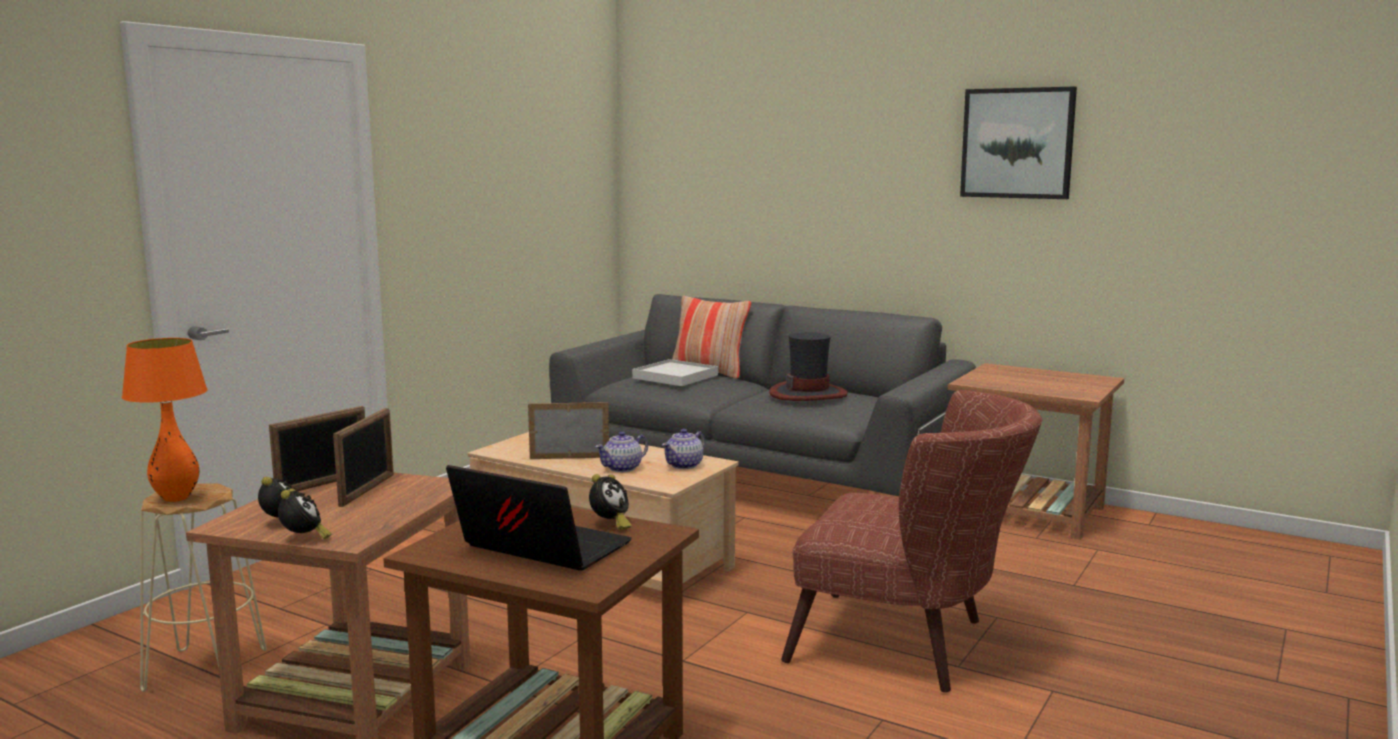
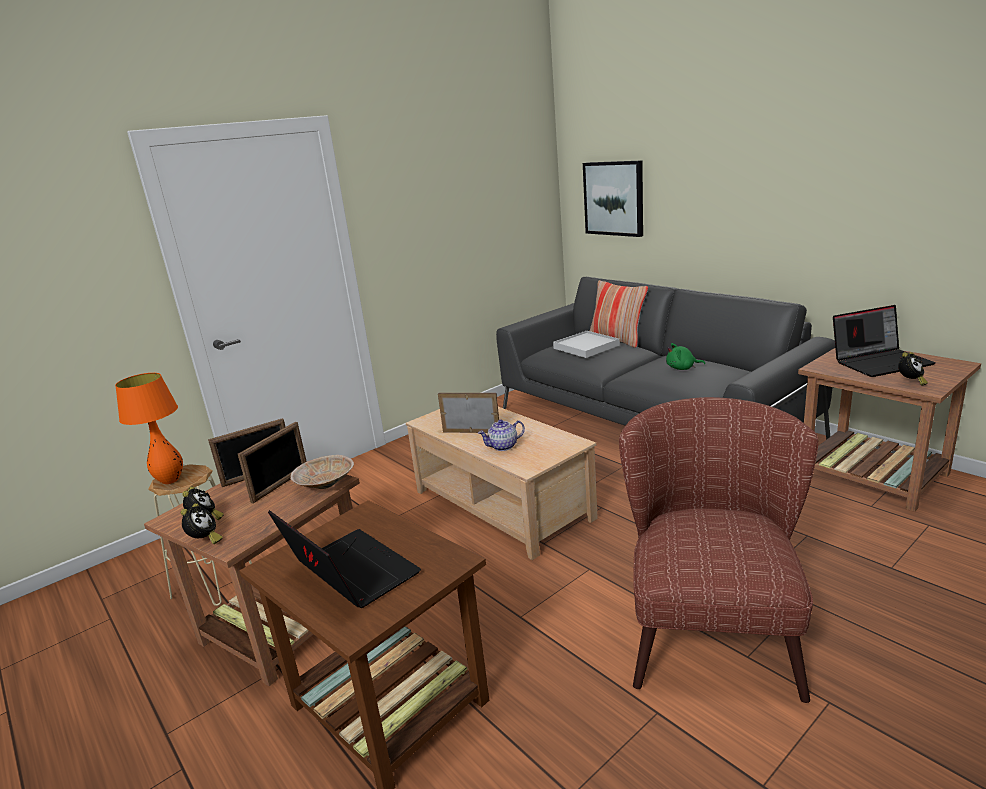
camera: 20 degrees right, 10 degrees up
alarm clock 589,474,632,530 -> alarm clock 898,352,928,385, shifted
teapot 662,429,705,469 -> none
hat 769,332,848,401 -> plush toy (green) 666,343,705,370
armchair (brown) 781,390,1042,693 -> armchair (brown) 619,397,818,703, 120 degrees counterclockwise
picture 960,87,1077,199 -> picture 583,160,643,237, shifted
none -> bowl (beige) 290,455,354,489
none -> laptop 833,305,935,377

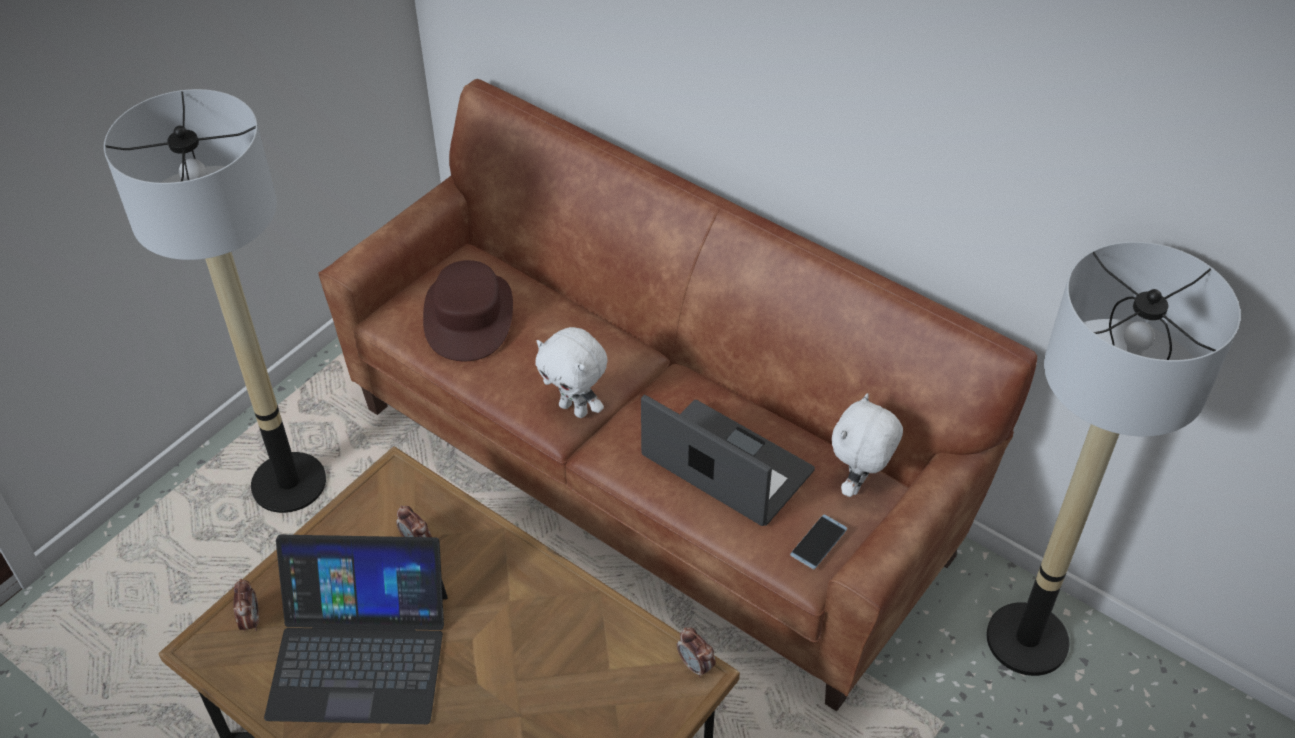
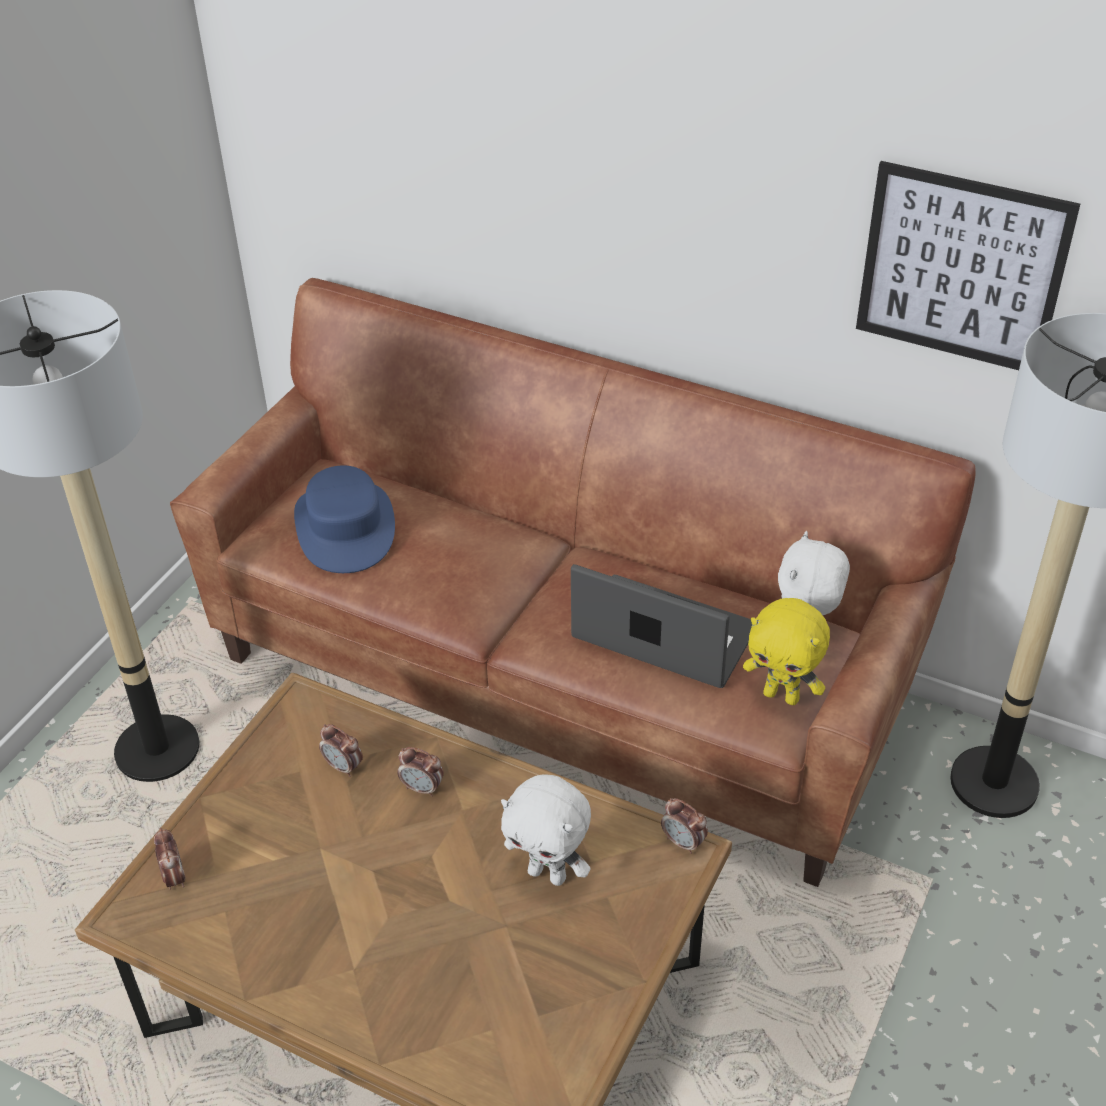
camera: 10 degrees left, 5 degrees down
laptop 264,535,448,724 -> none
hat (brown) 423,260,513,361 -> hat (blue) 294,465,395,573
plush toy (white) 535,327,608,418 -> plush toy (white) 501,774,591,886, shifted
phone 790,515,847,570 -> plush toy (yellow) 743,598,830,705
none -> alarm clock 397,747,444,797
none -> picture 856,161,1080,370

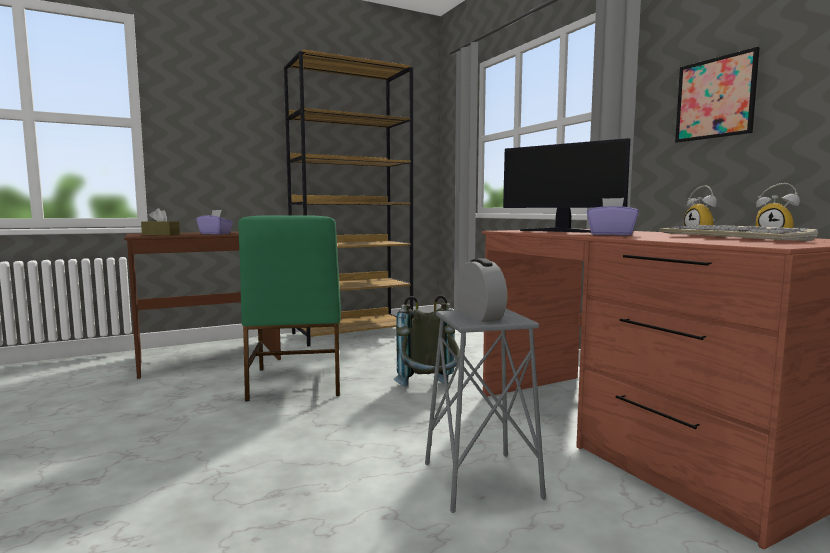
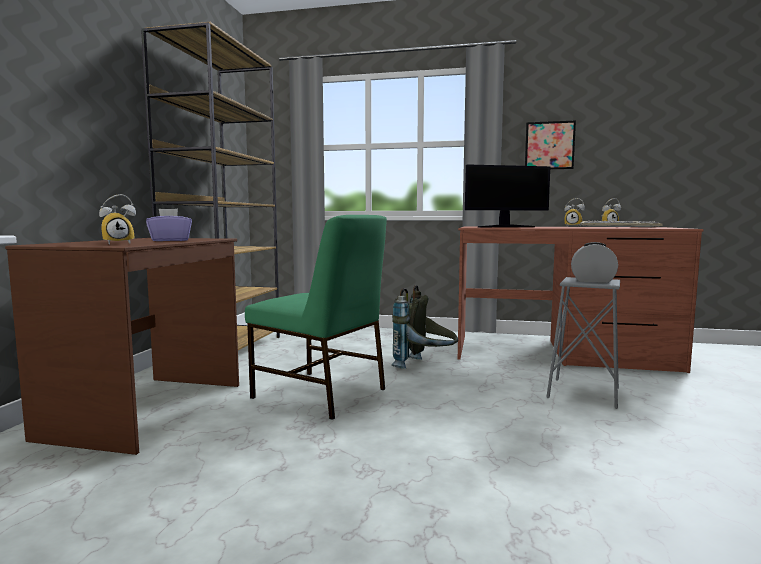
camera: 50 degrees left, 0 degrees up
tissue box (brown) 141,208,180,236 -> alarm clock 99,194,136,245
tissue box (purple) 587,198,639,235 -> none

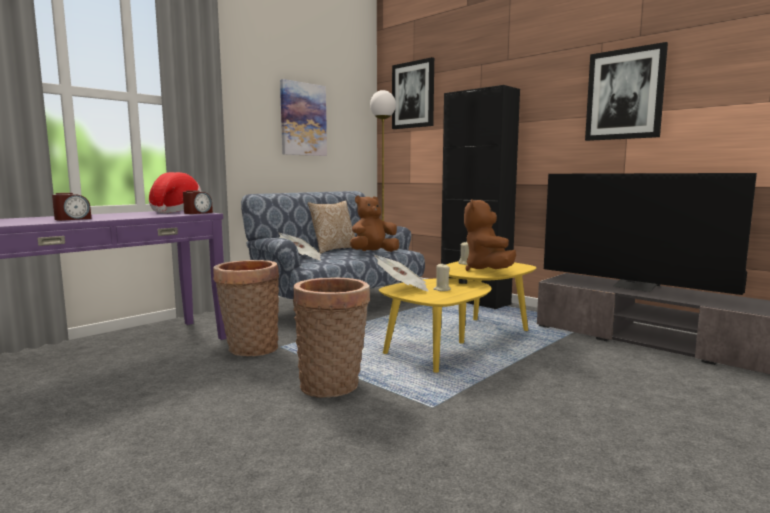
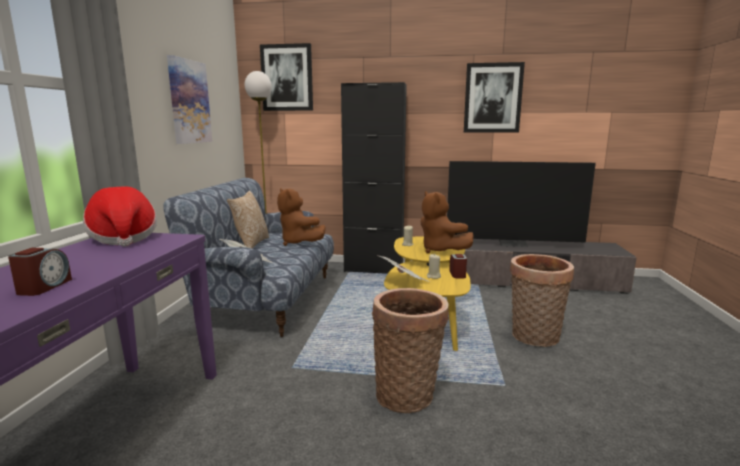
camera: 35 degrees left, 5 degrees up
alarm clock 183,190,213,214 -> alarm clock 449,254,467,278, shifted
basket 213,260,279,356 -> basket 510,254,574,347, shifted
plush toy (brown) 350,196,399,252 -> plush toy (brown) 277,188,326,246, 60 degrees counterclockwise

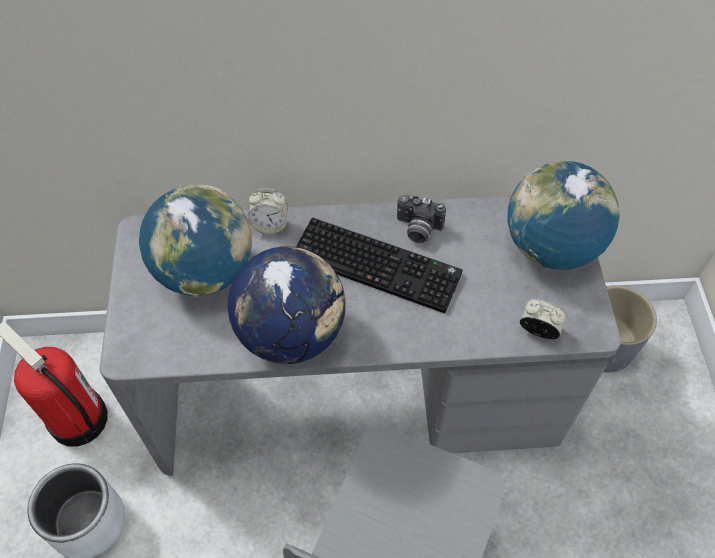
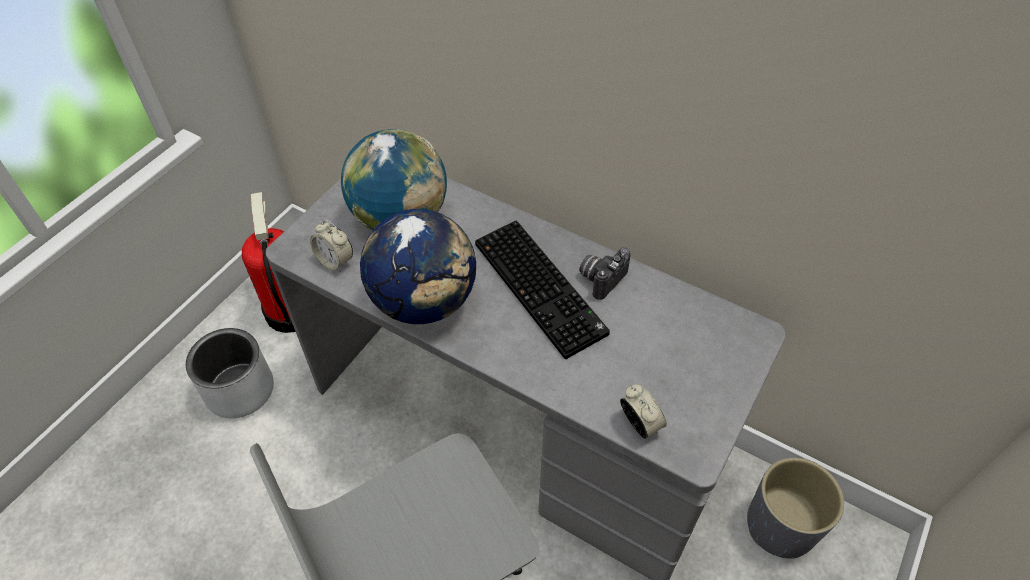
camera: 35 degrees right, 5 degrees down
alarm clock 247,188,288,234 -> alarm clock 310,220,353,272, shifted
photo camera 397,195,446,243 -> photo camera 579,247,631,300, 75 degrees clockwise
globe 508,160,620,270 -> none

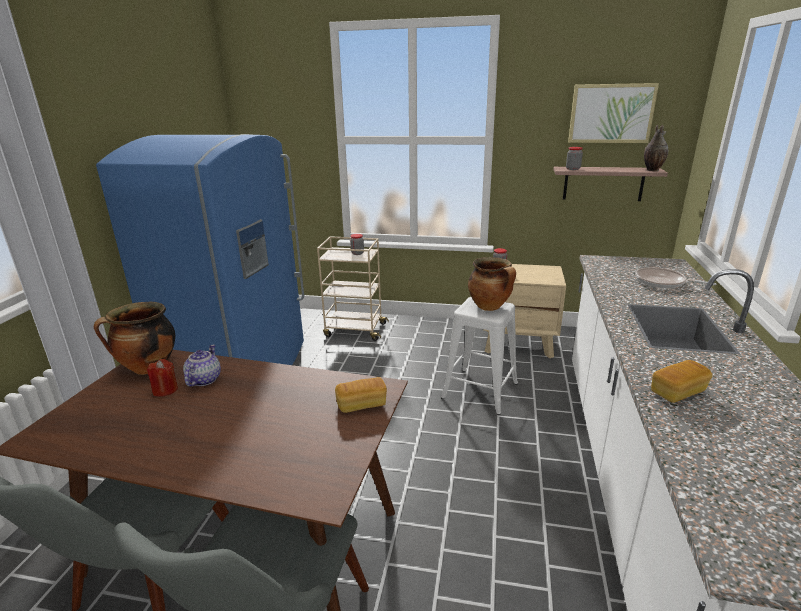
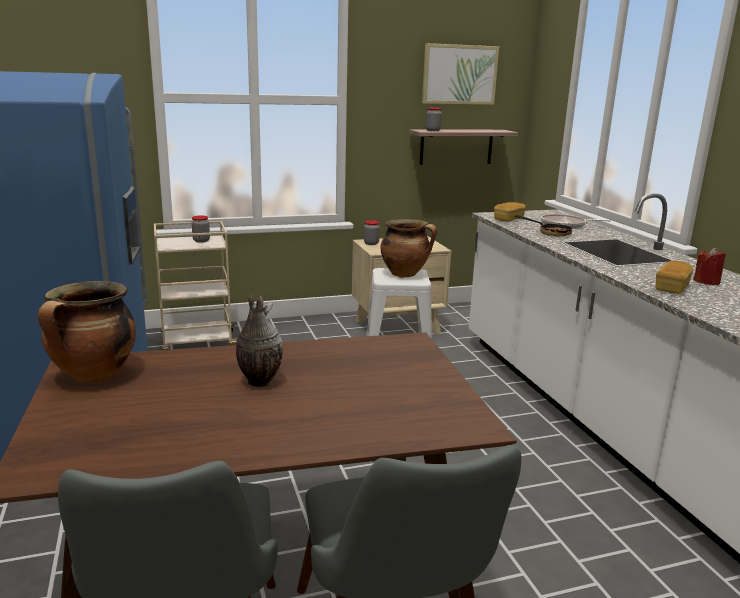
camera: 30 degrees left, 5 degrees down
candle (red) 147,359,178,397 -> candle (red) 693,248,726,285, shifted
teapot 183,345,221,387 -> none
bread 335,377,387,413 -> bread 494,202,526,222, shifted
vase 644,125,668,171 -> vase 236,294,283,387, shifted
none -> frying pan 515,215,573,236

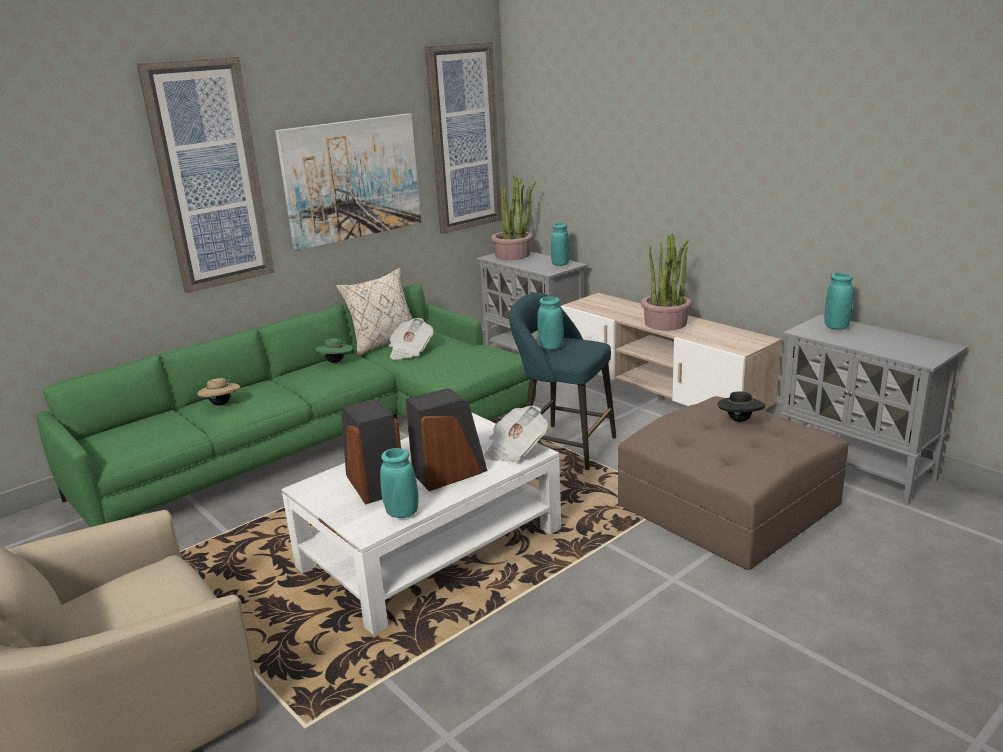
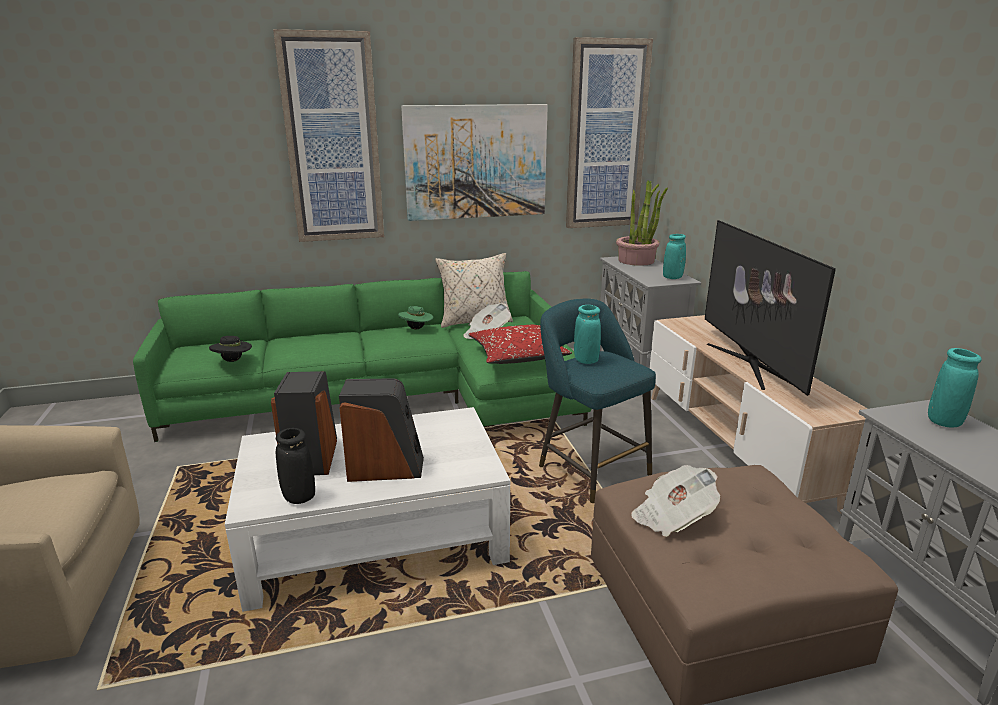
camera: 25 degrees right, 0 degrees up
hat (beige) 197,377,240,406 -> none
vase (turquoise) 380,448,418,518 -> vase (black) 276,428,315,504
newspaper 484,406,548,462 -> newspaper 631,465,720,537, shifted
potted plant 641,233,692,330 -> television 705,220,836,396
hat (black) 717,391,765,422 -> hat (black) 209,336,252,362, shifted
none -> pillow (red) 468,325,572,364

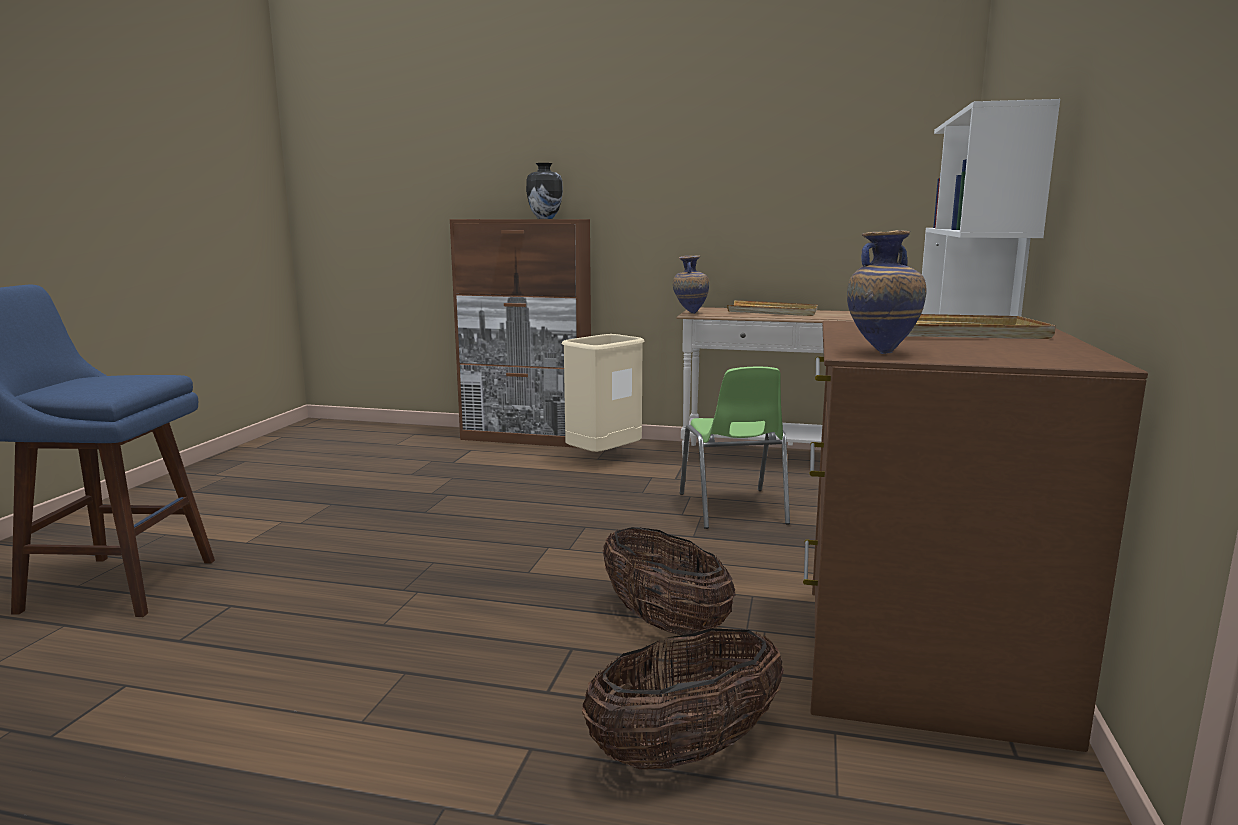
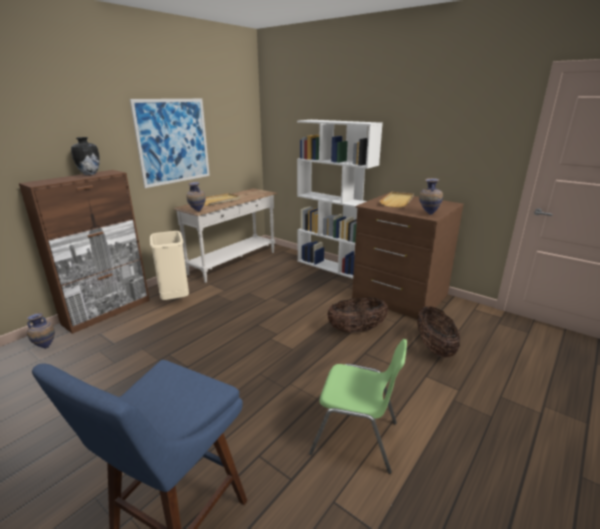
camera: 65 degrees left, 10 degrees up
chair (green) 680,367,790,529 -> chair (green) 309,339,407,474, shifted
none -> vase 27,313,55,349
none -> picture 130,99,210,188

